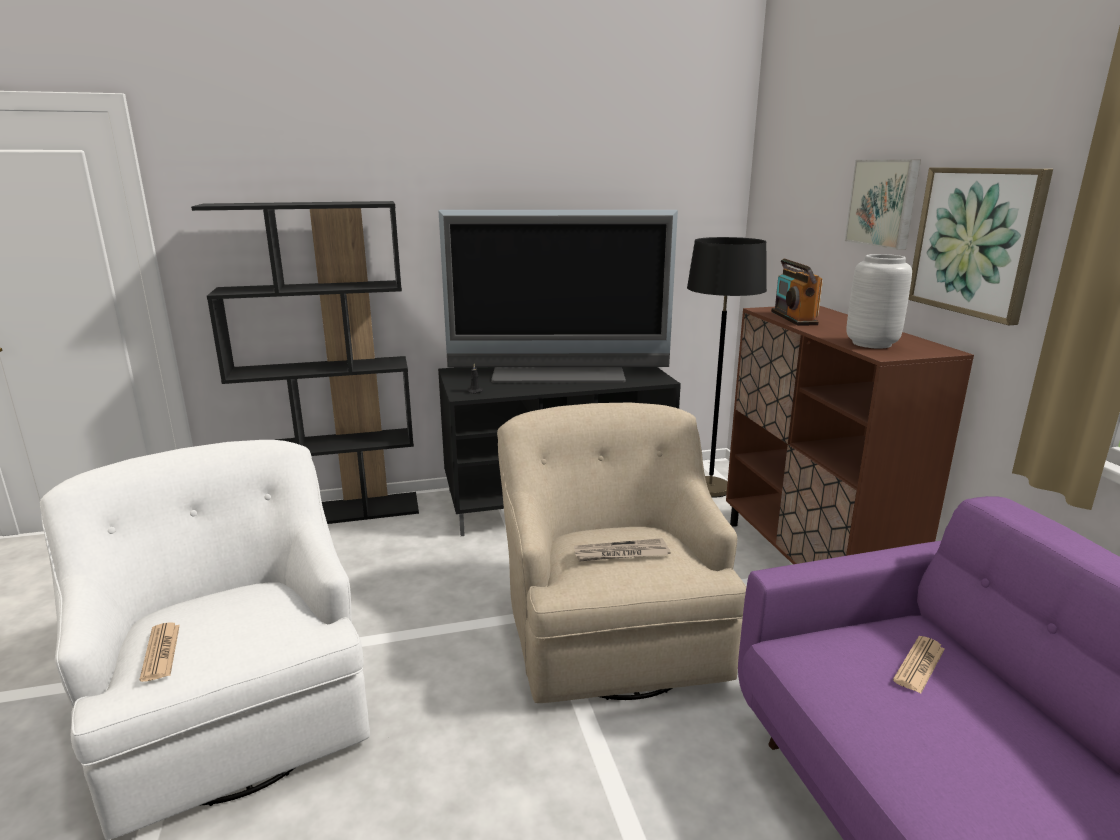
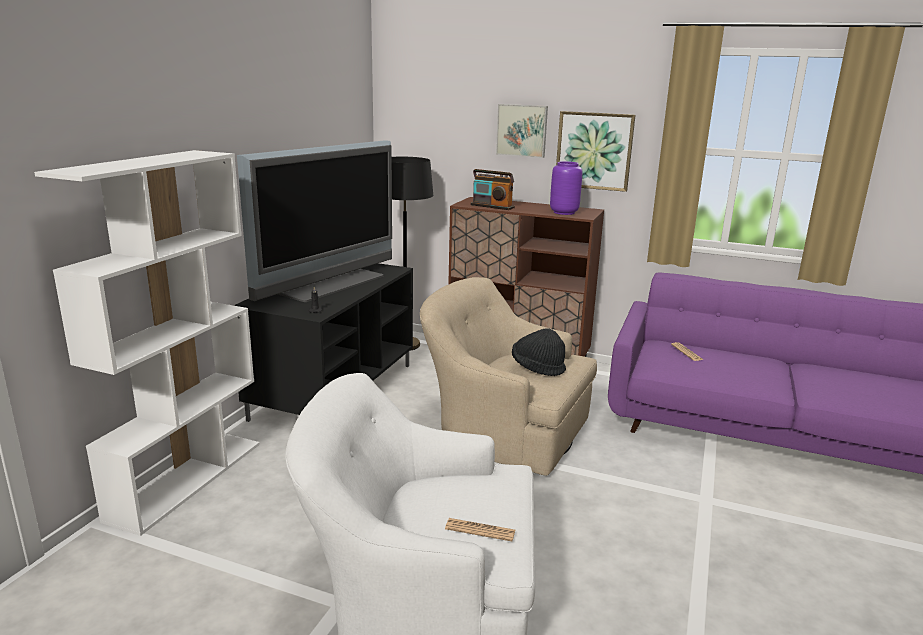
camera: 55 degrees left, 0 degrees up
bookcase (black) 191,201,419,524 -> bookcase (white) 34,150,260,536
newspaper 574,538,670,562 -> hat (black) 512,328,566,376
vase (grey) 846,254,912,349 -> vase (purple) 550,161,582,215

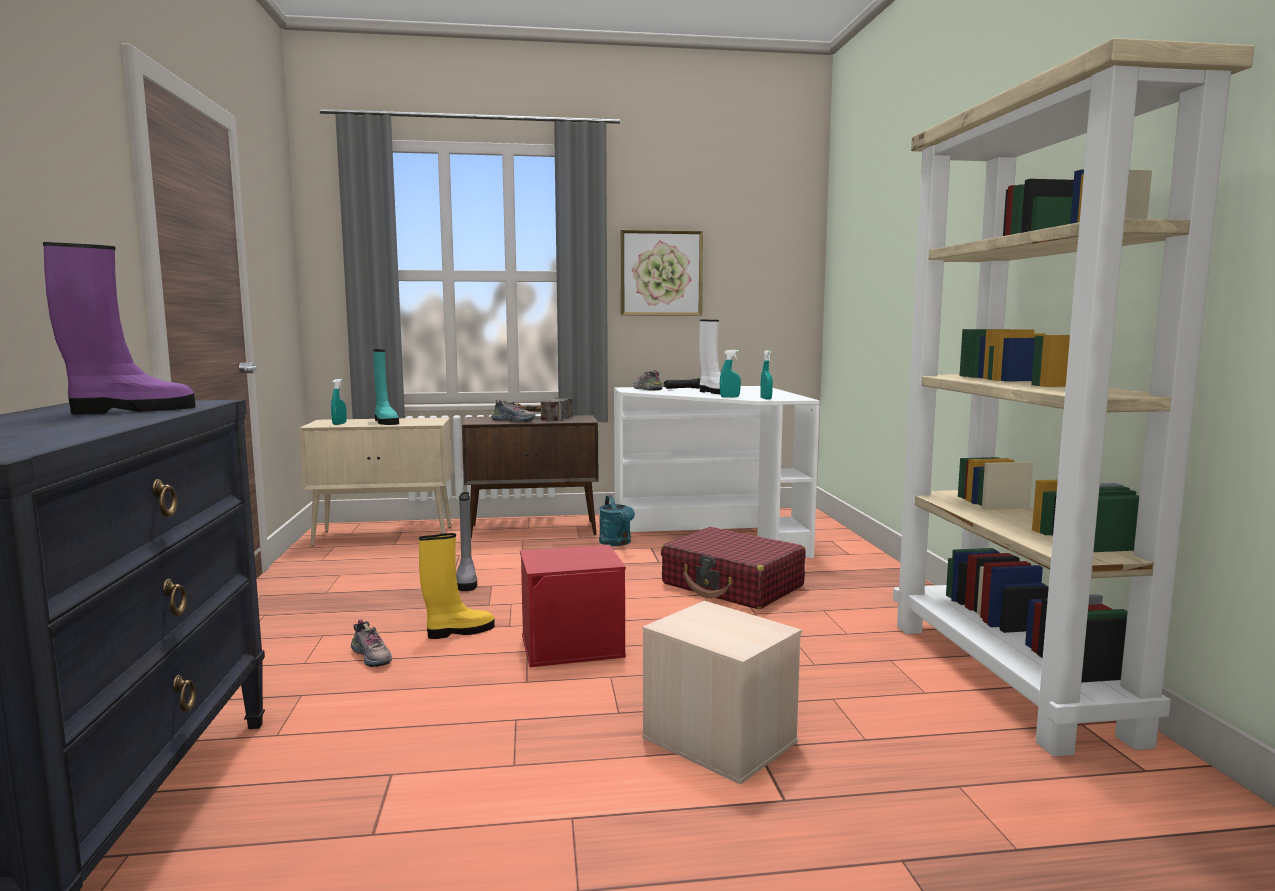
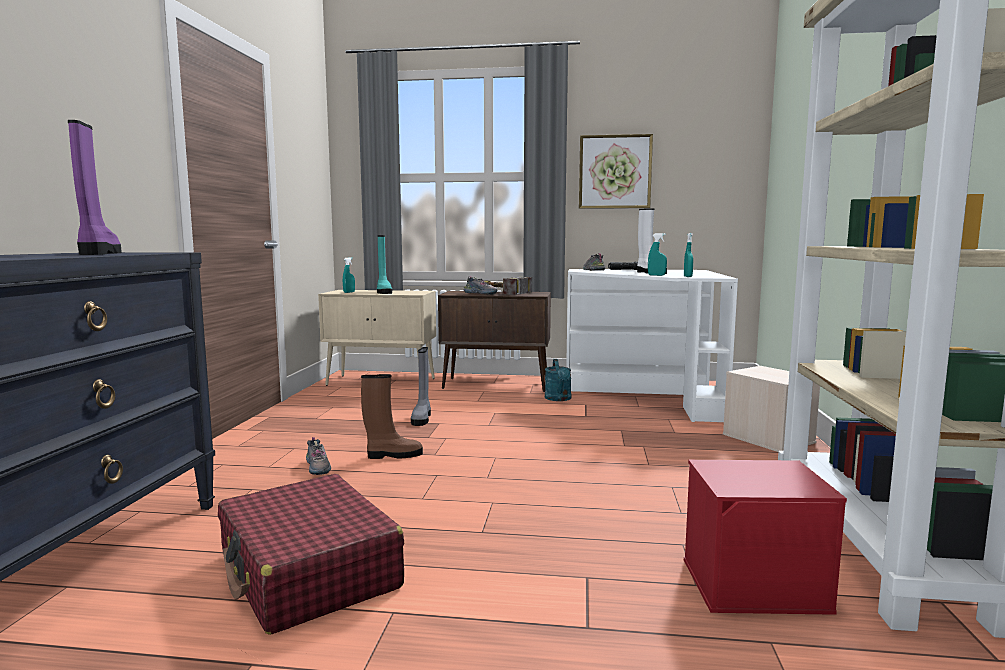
camera: 15 degrees right, 0 degrees up
boot (purple) 43,242,196,415 -> boot (purple) 68,120,122,255, 90 degrees counterclockwise
boot (yellow) 419,533,495,639 -> boot (brown) 361,374,423,459
storage box (red) 520,545,626,667 -> storage box (red) 684,460,847,615, shifted
storage box (beige) 642,601,802,785 -> storage box (beige) 723,366,820,452, shifted
suitcase (red) 661,527,806,610 -> suitcase (red) 218,474,404,635, shifted

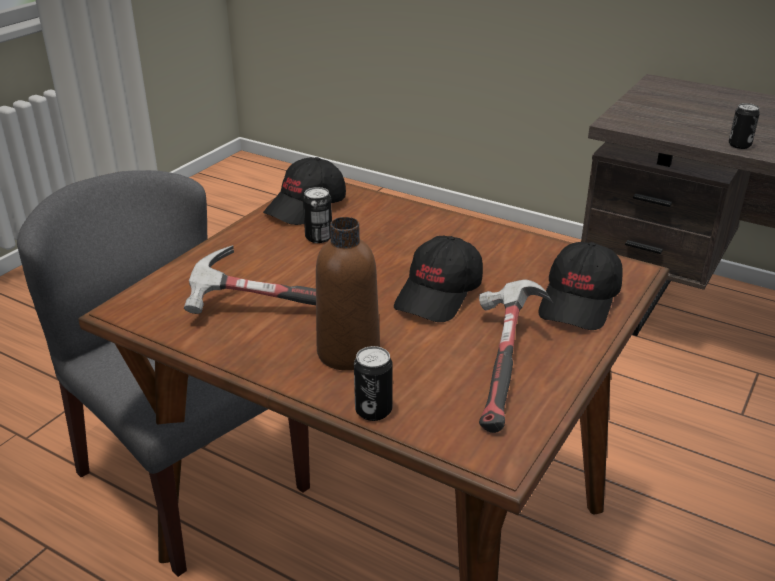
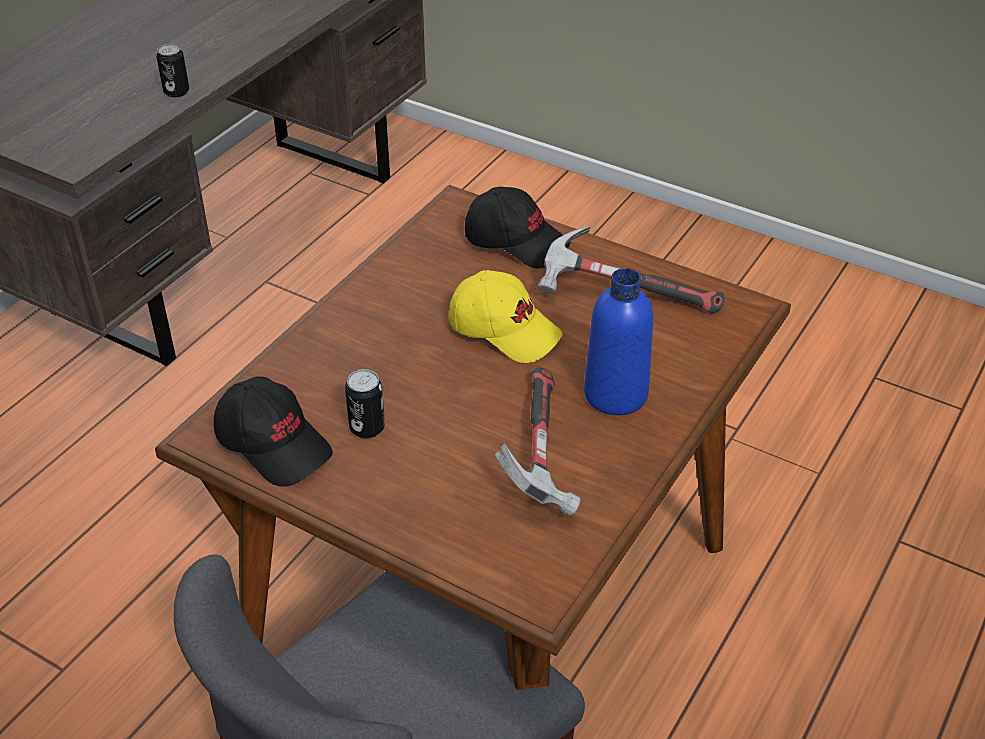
camera: 90 degrees left, 10 degrees up
bottle (brown) 316,217,380,371 -> bottle (blue) 584,268,653,415
can 354,346,393,421 -> none
cap (black) 394,236,483,322 -> cap (yellow) 449,270,562,363

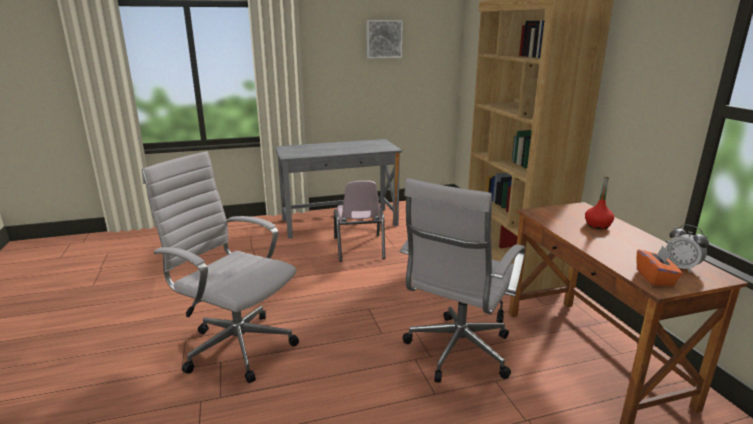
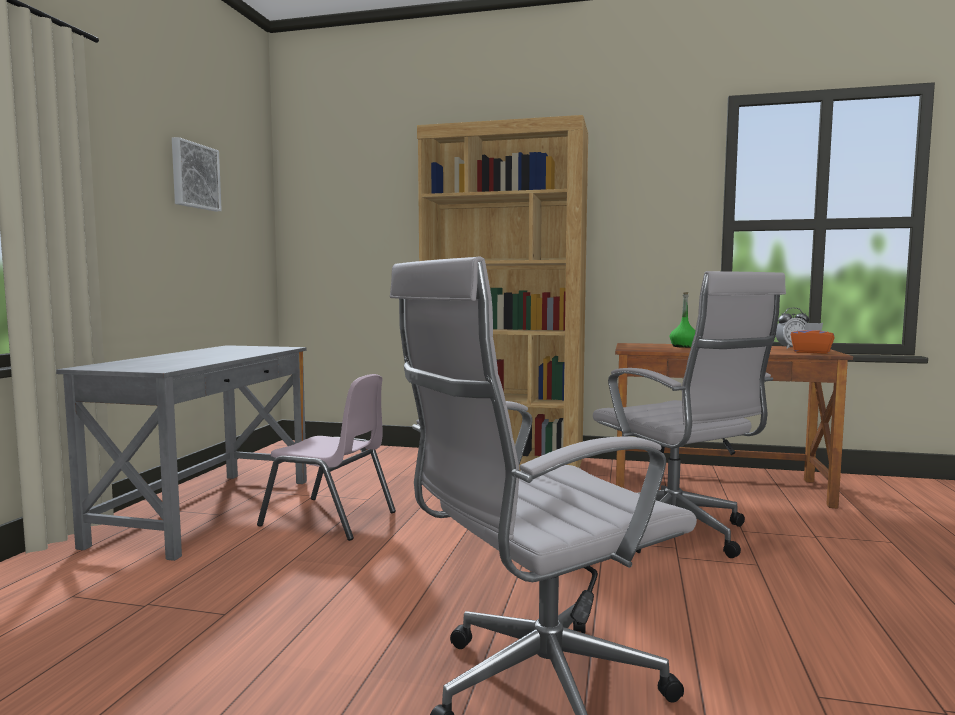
camera: 60 degrees left, 15 degrees down
bottle (red) 585,176,614,229 -> bottle (green) 670,292,695,348

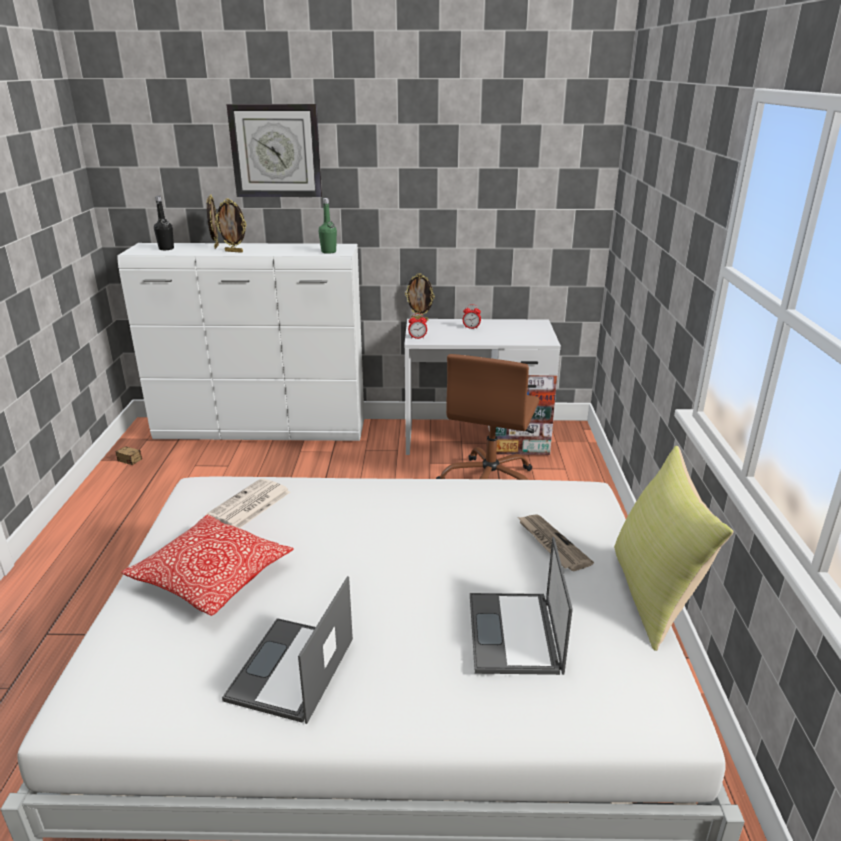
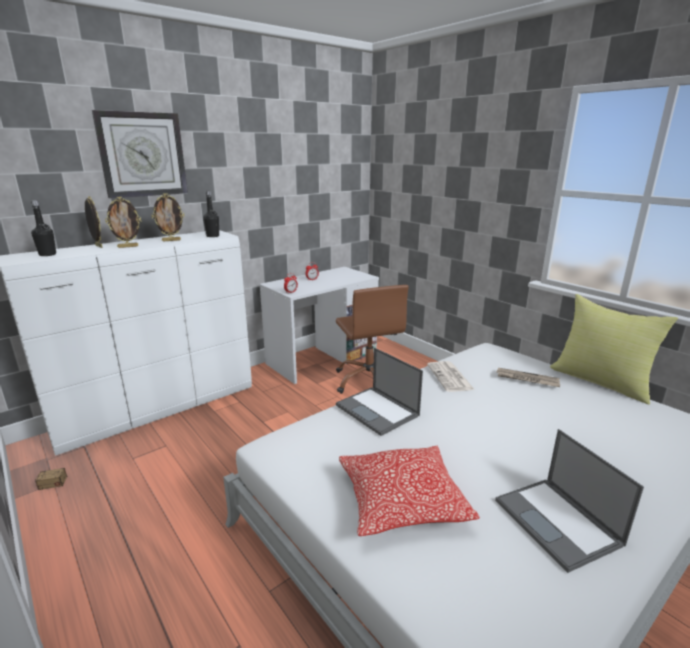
camera: 40 degrees left, 5 degrees down
newspaper 206,478,290,528 -> newspaper 427,361,475,392, shifted
bottle (green) 319,198,337,254 -> bottle (black) 203,191,219,237
picture frame 405,273,435,321 -> picture frame 152,193,184,241, shifted
laptop 470,537,573,675 -> laptop 336,348,423,436, shifted

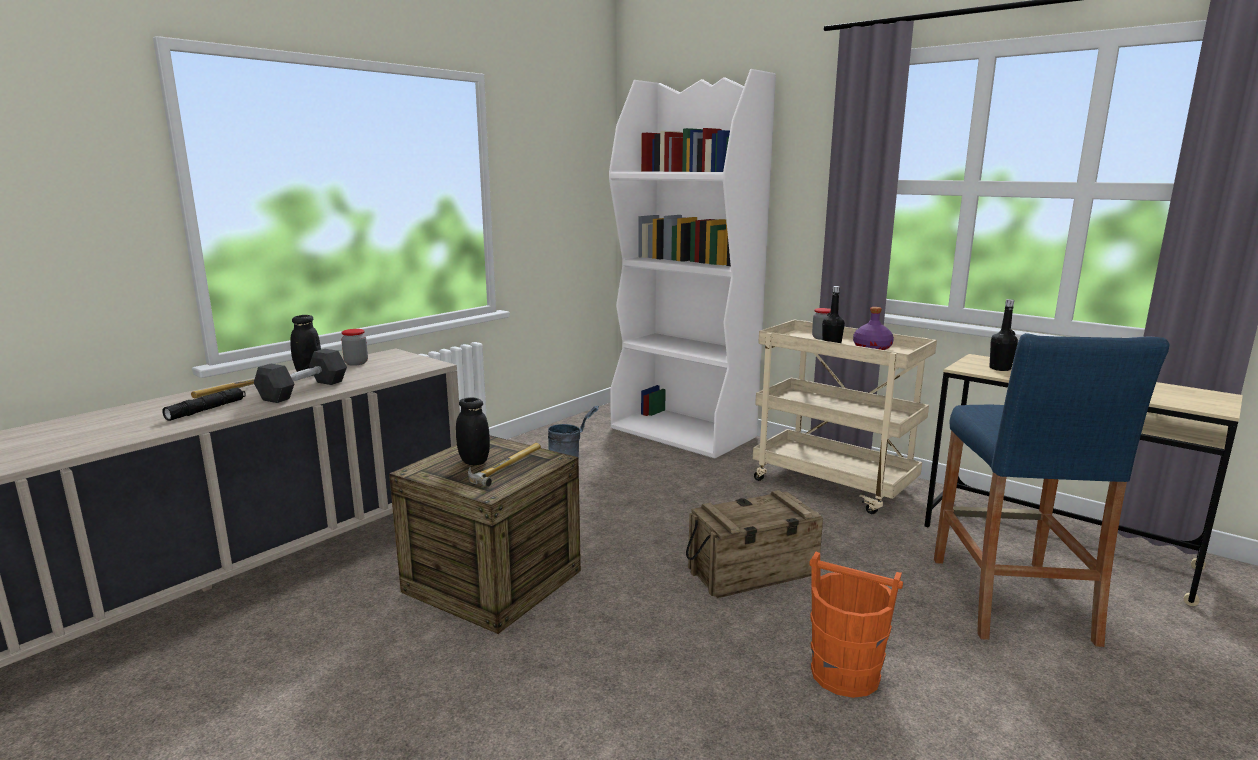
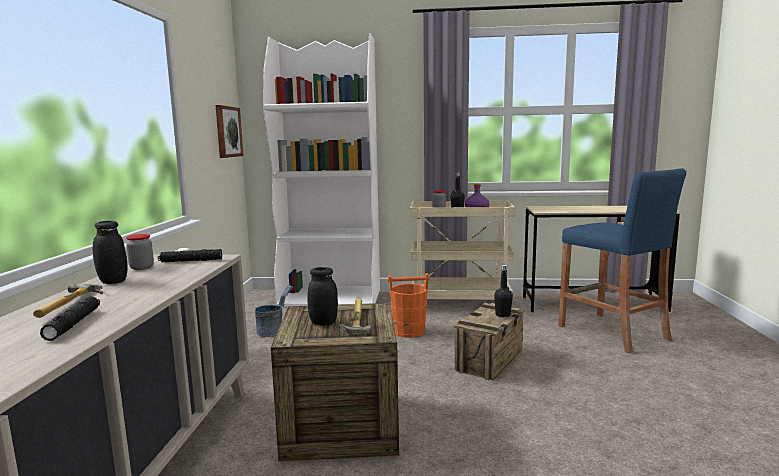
camera: 35 degrees left, 5 degrees down
dumbbell (black) 254,349,347,403 -> none
bucket (orange) 809,552,903,698 -> bucket (orange) 387,273,430,338, shifted
bottle (black) 989,299,1018,371 -> bottle (black) 494,265,513,317, shifted
none -> flashlight (black) 158,249,222,263
none -> picture 216,105,244,158

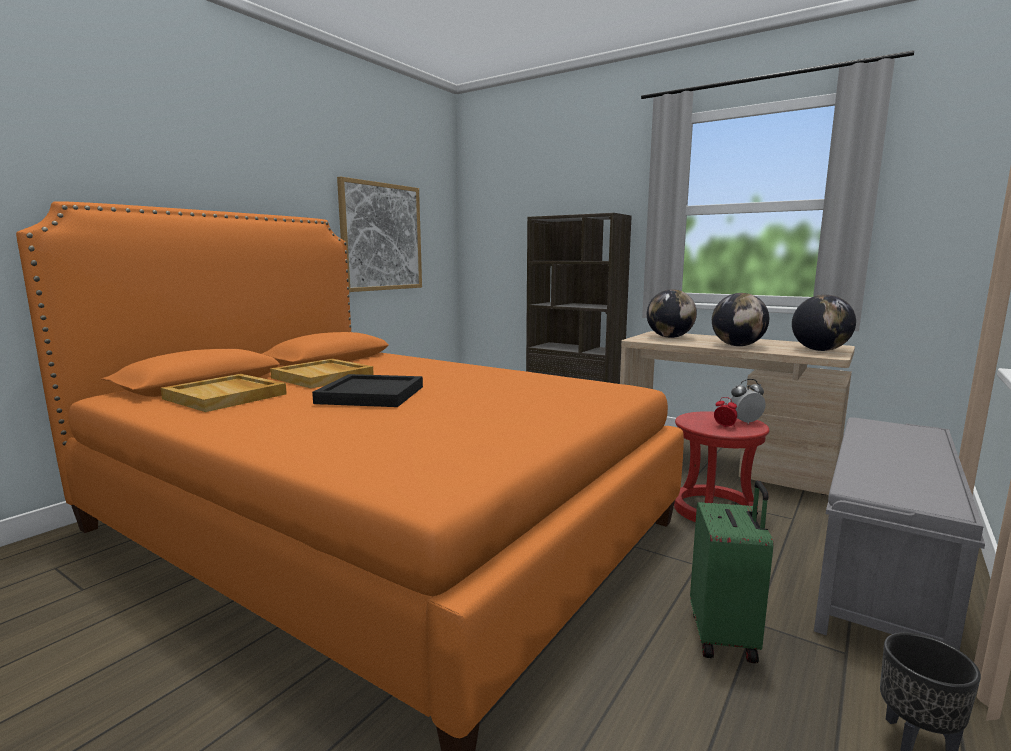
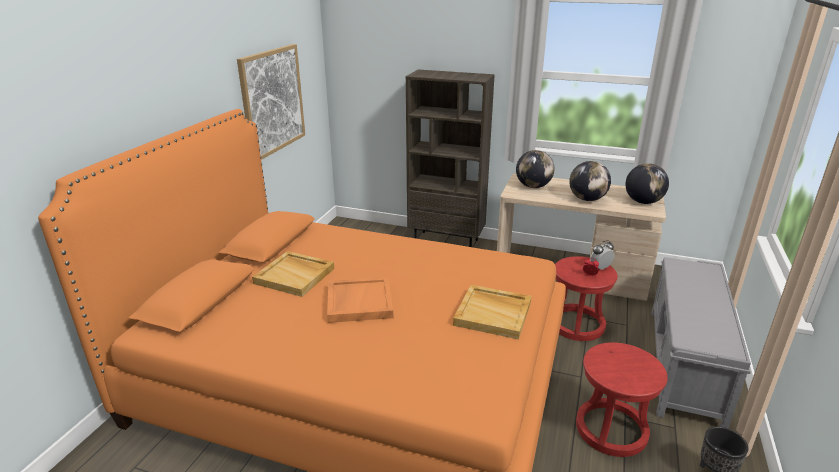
camera: 15 degrees left, 15 degrees up
tray (beige) 161,374,287,412 -> tray (beige) 453,285,531,340, shifted
tray (black) 312,374,423,407 -> tray (orange) 327,277,393,323
suitcase (green) 690,480,773,663 -> stool (red) 576,343,668,457

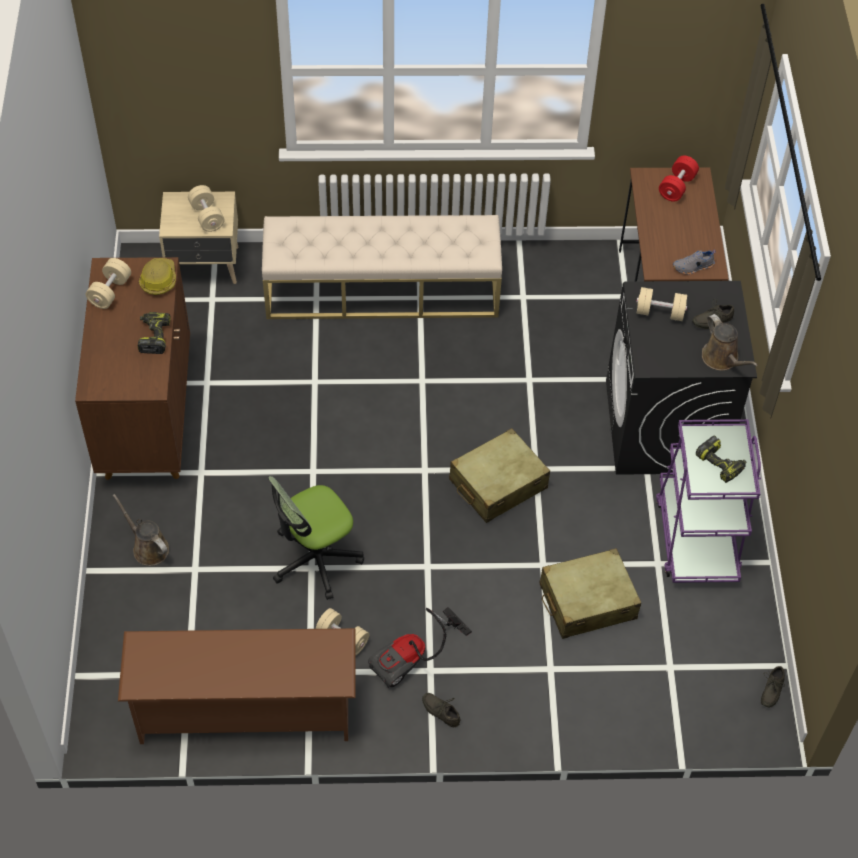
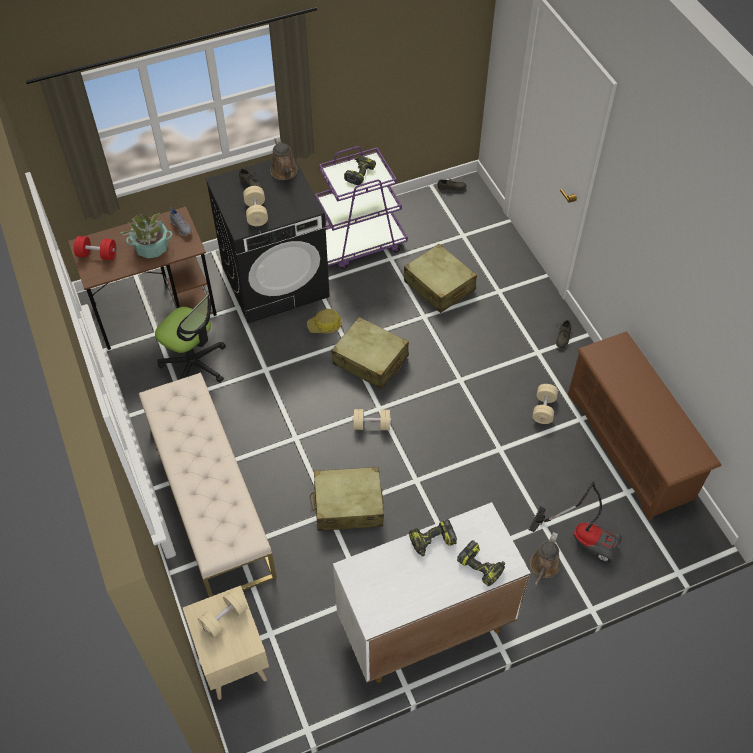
camera: 110 degrees left, 0 degrees up
cabinet (brown) 75,257,190,480 -> cabinet (white) 333,502,531,683
dumbbell (beige) 86,258,131,309 -> dumbbell (beige) 352,409,391,430, shifted
hard hat 139,258,176,295 -> hard hat 307,309,342,333, shifted
office chair 268,476,364,600 -> office chair 155,294,226,383, shifted
vacuum cleaner 368,607,472,688 -> vacuum cleaner 529,481,622,563, shifted
watering can (brown) 702,314,758,371 -> watering can (brown) 270,137,298,180, 120 degrees clockwise
none -> potted plant 120,213,172,258
none -> suitcase (beige) 310,467,384,531
none -> power drill 457,540,505,586

